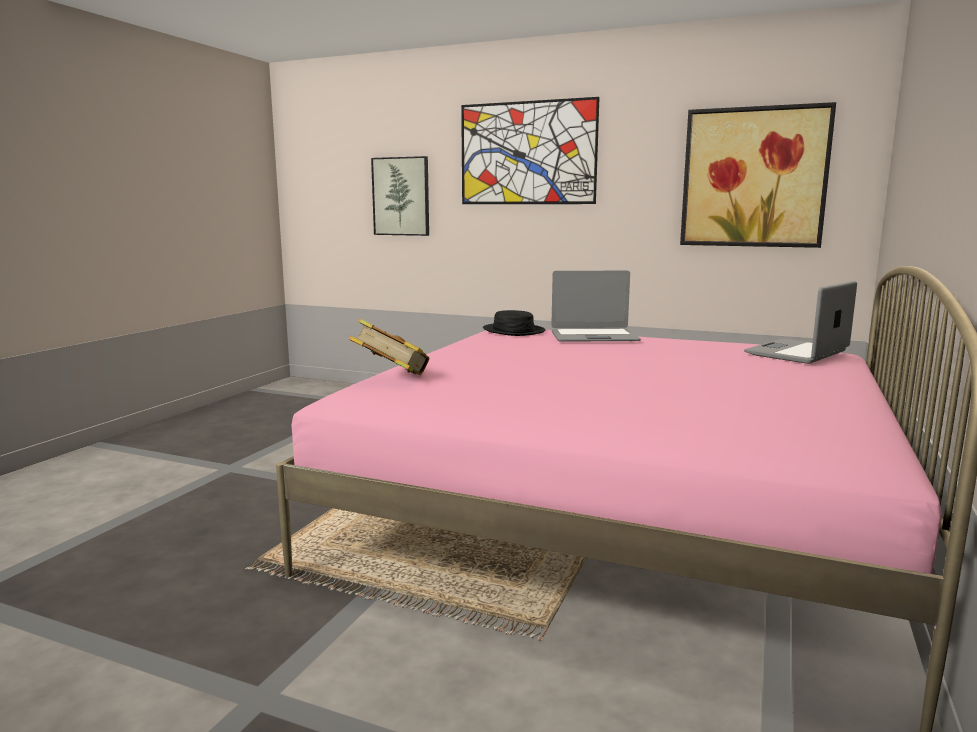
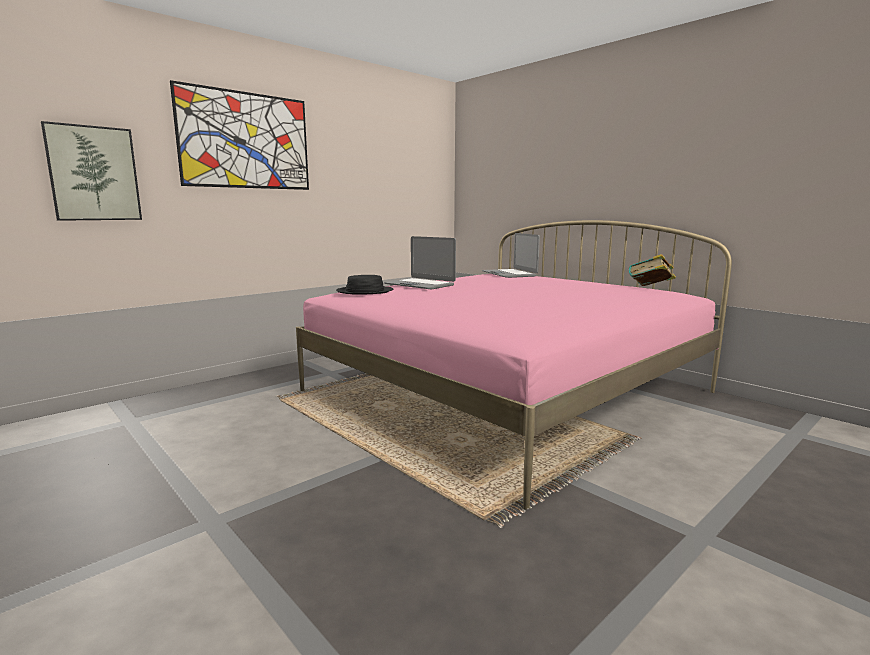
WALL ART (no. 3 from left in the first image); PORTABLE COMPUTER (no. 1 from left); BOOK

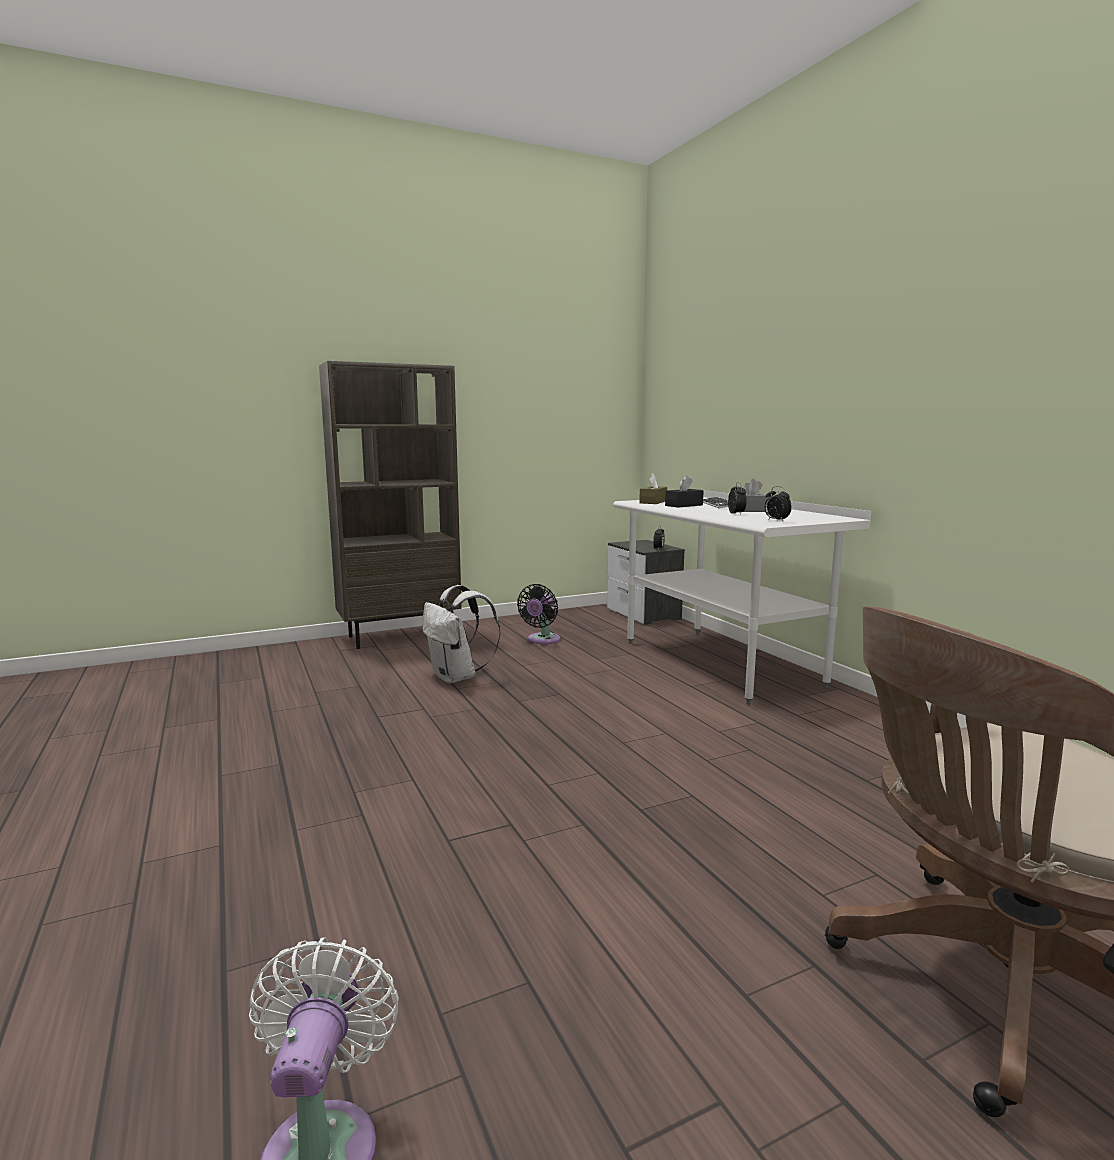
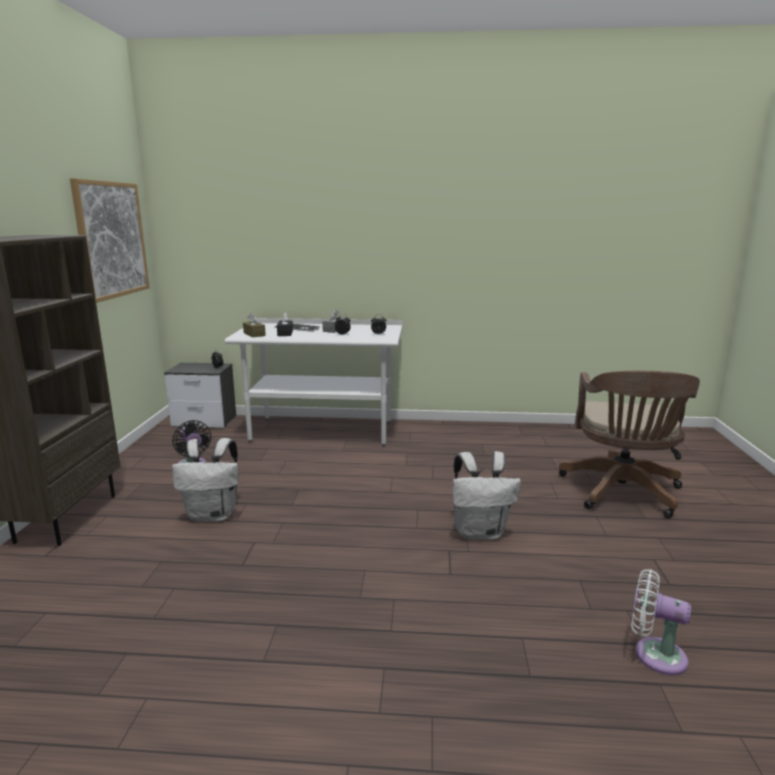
WALL ART; WHITE-COLOURED RUCKSACK (no. 2 from left)

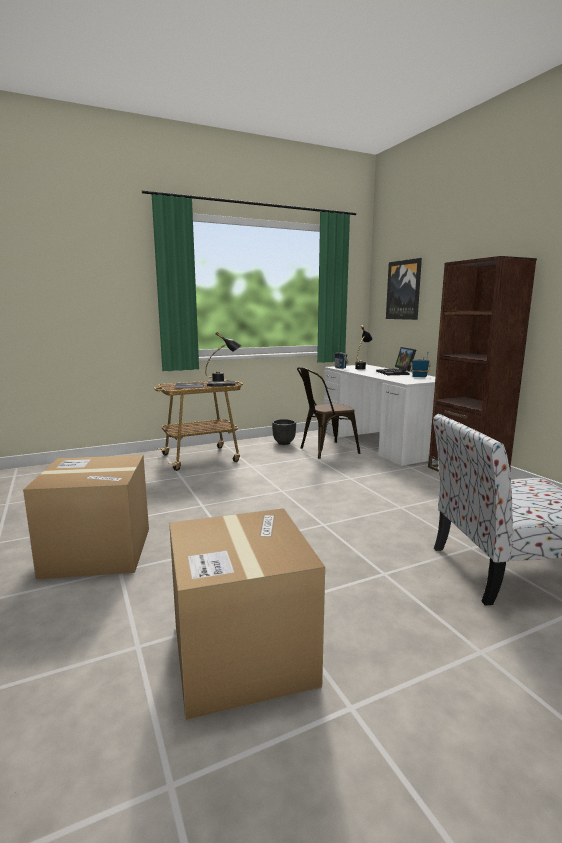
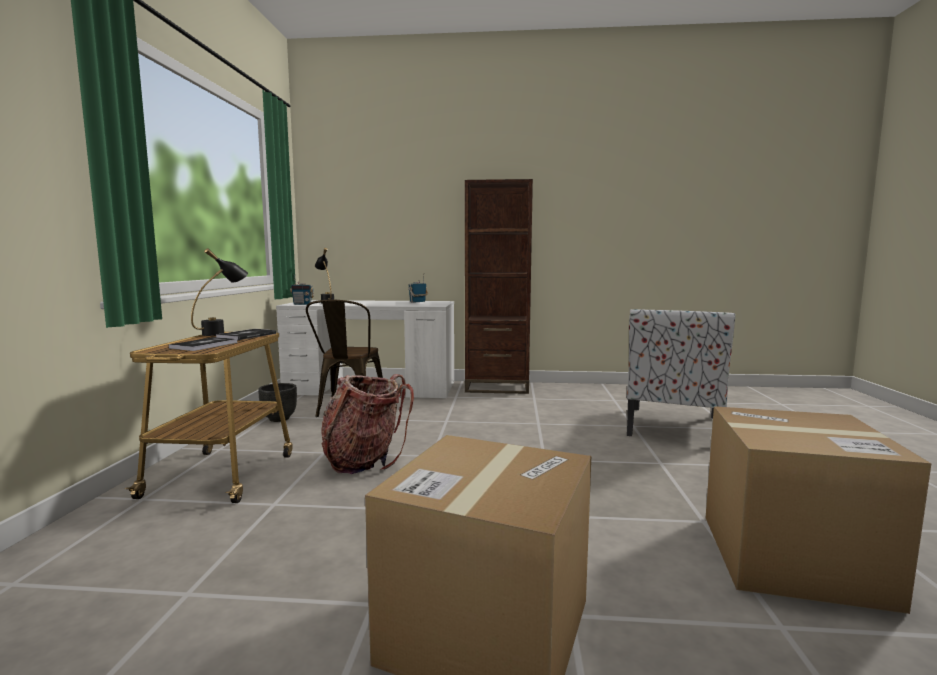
WALL ART; PORTABLE COMPUTER; RUCKSACK

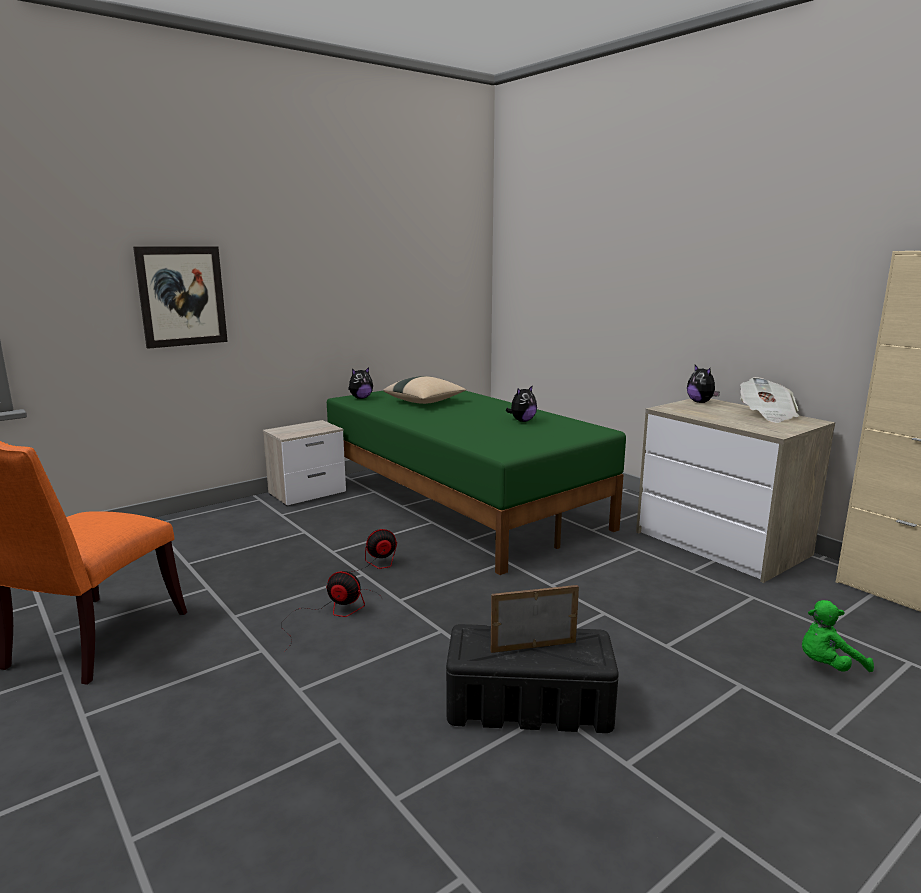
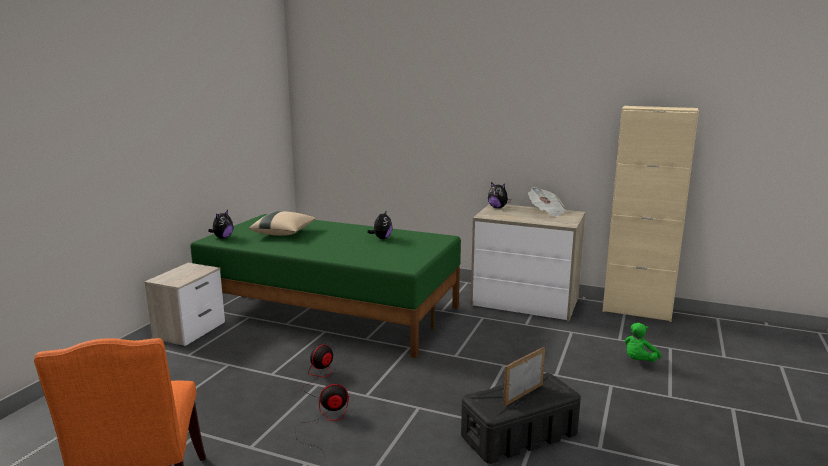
WALL ART

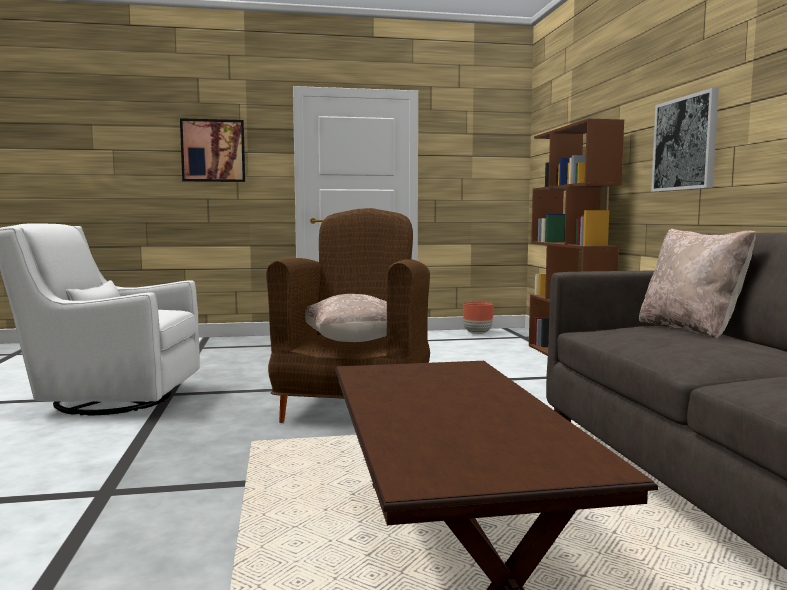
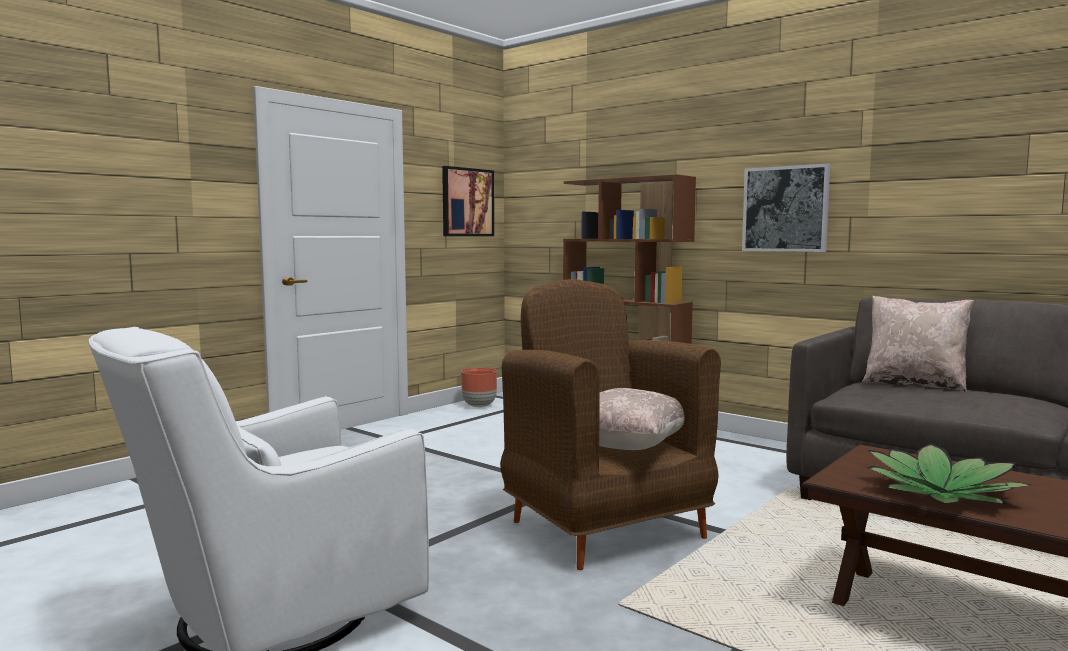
WALL ART (no. 1 from left); PLANT IN A POT

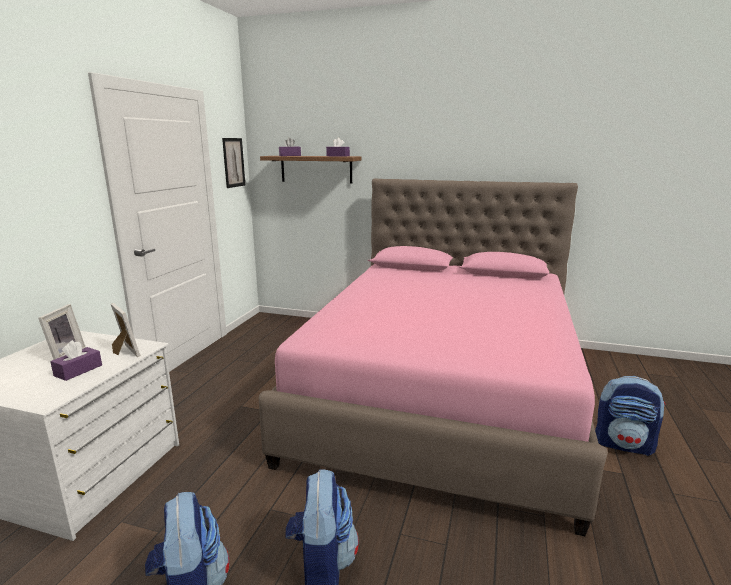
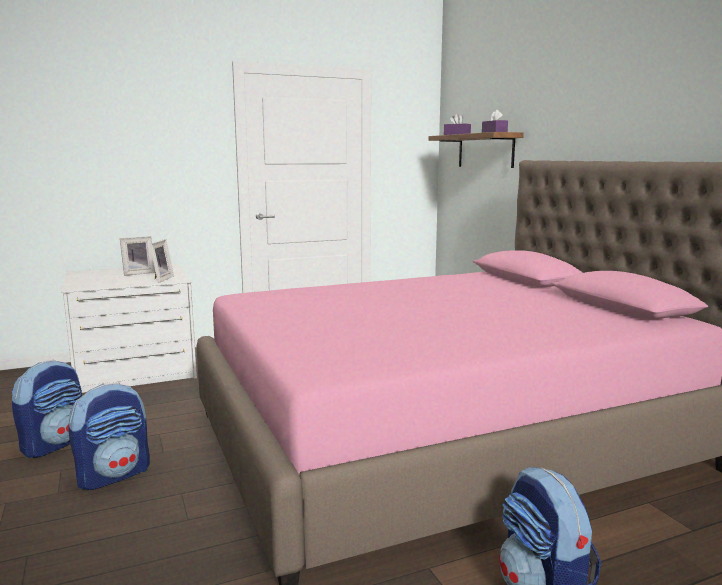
WALL ART; PURPLISH BOX OF TISSUES (no. 1 from left in the first image)

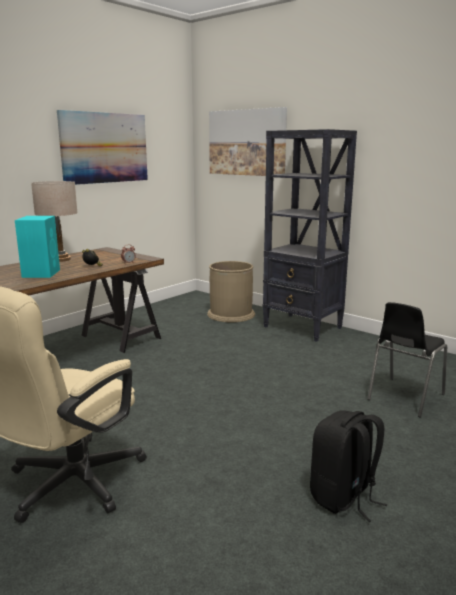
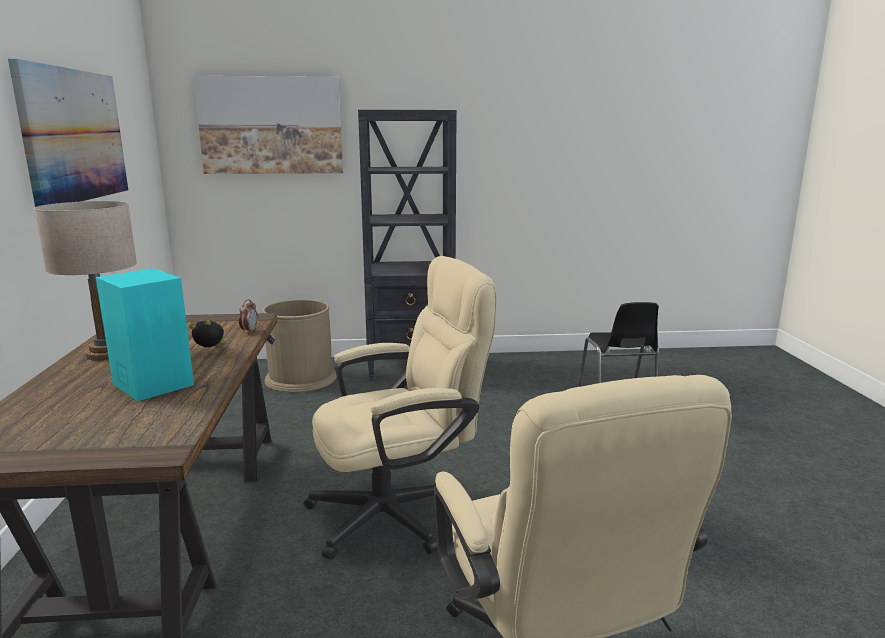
BLACKISH RUCKSACK; BEIGE OFFICE CHAIR (no. 1 from left)

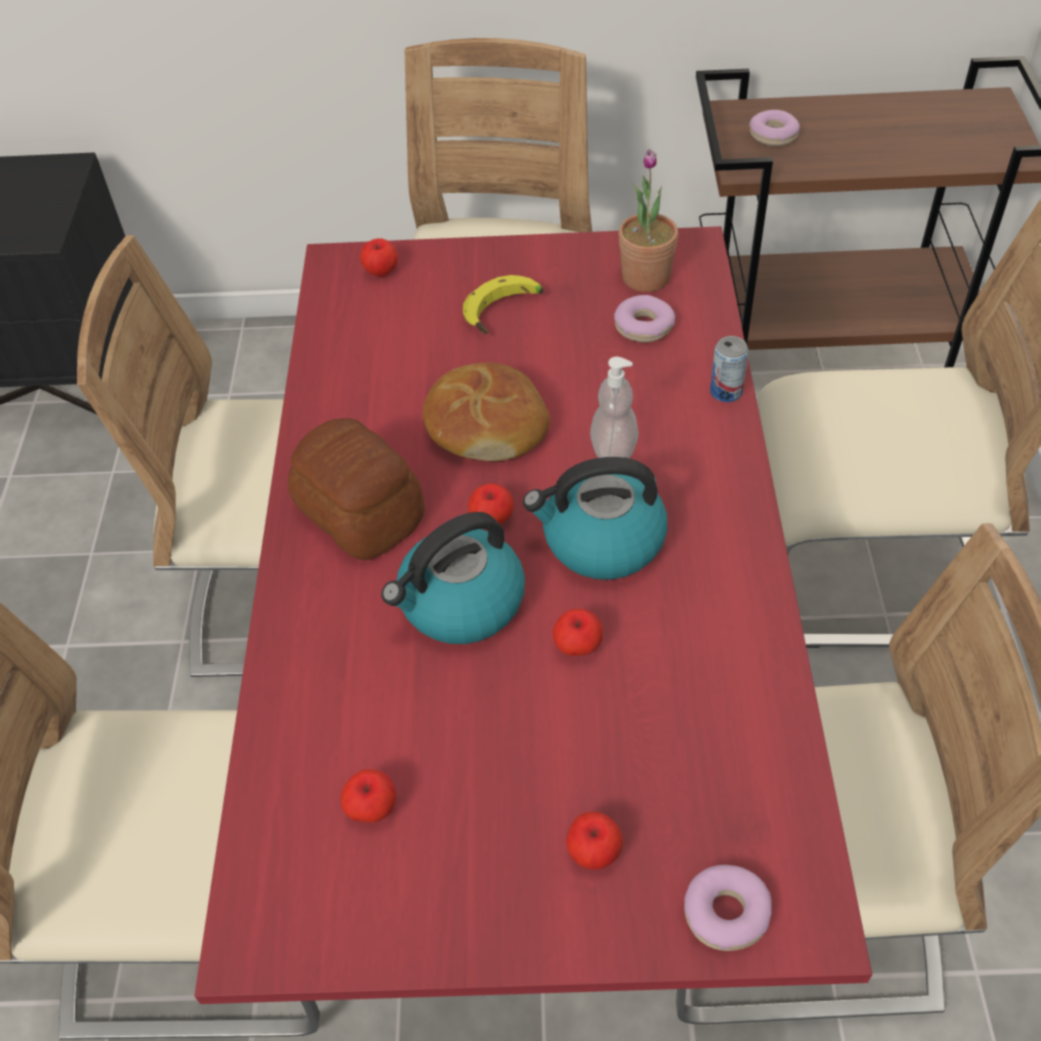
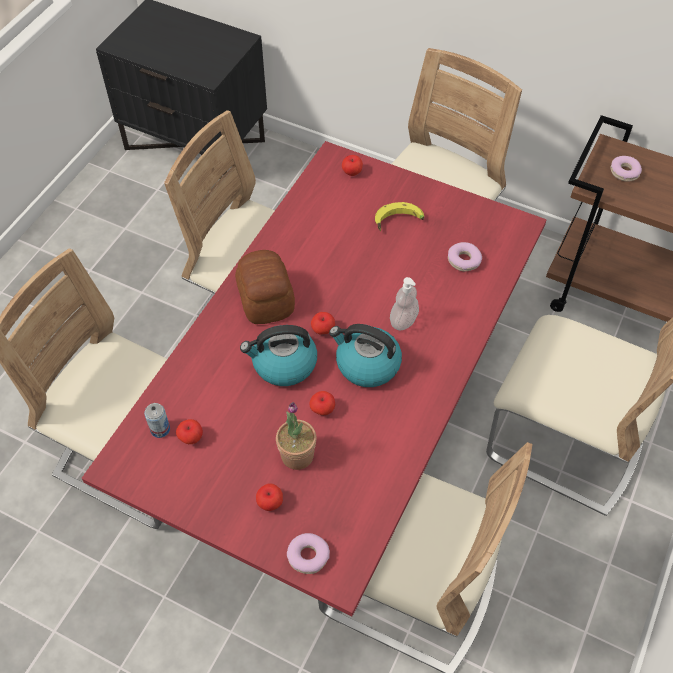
PLANT IN A POT; METAL CAN; BAKERY BREAD (no. 2 from left in the first image)

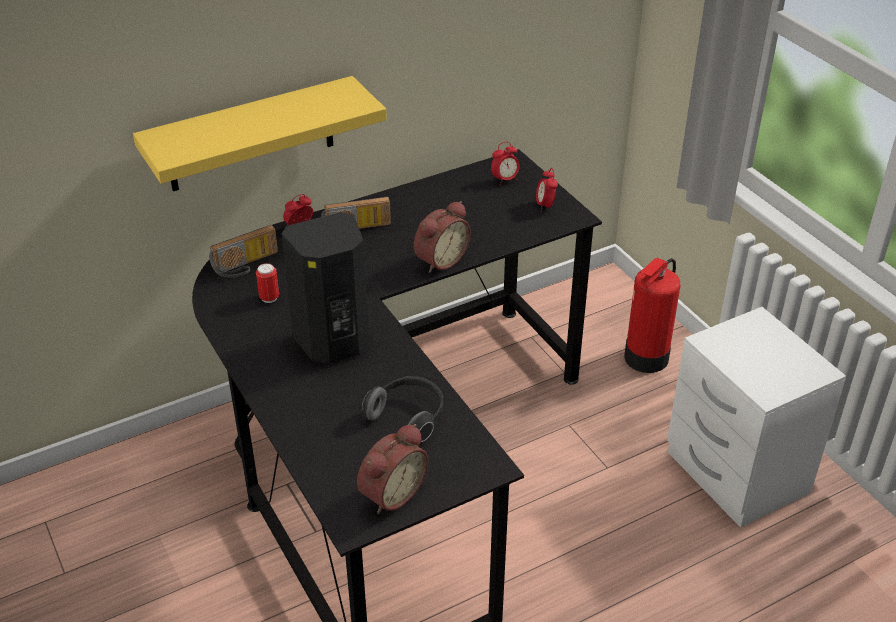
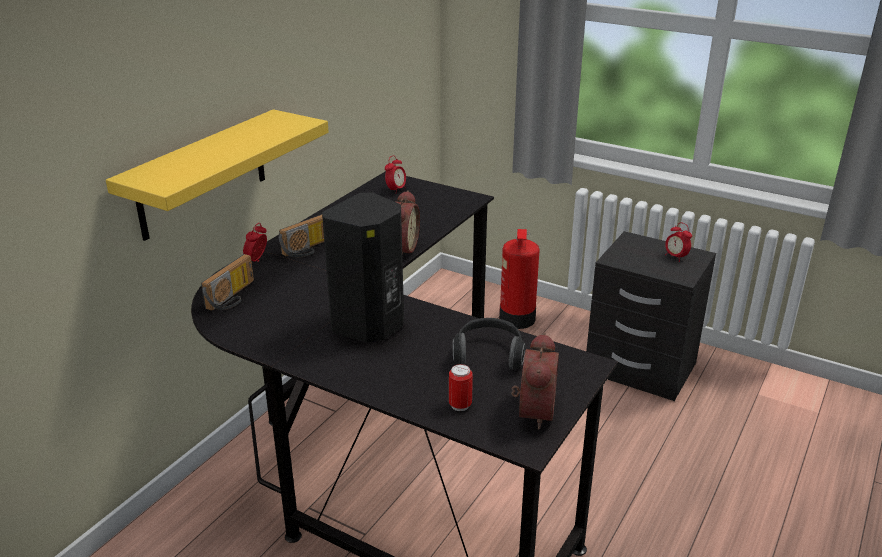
ALARM CLOCK (no. 5 from left); METAL CAN; BLACKISH NIGHT TABLE

